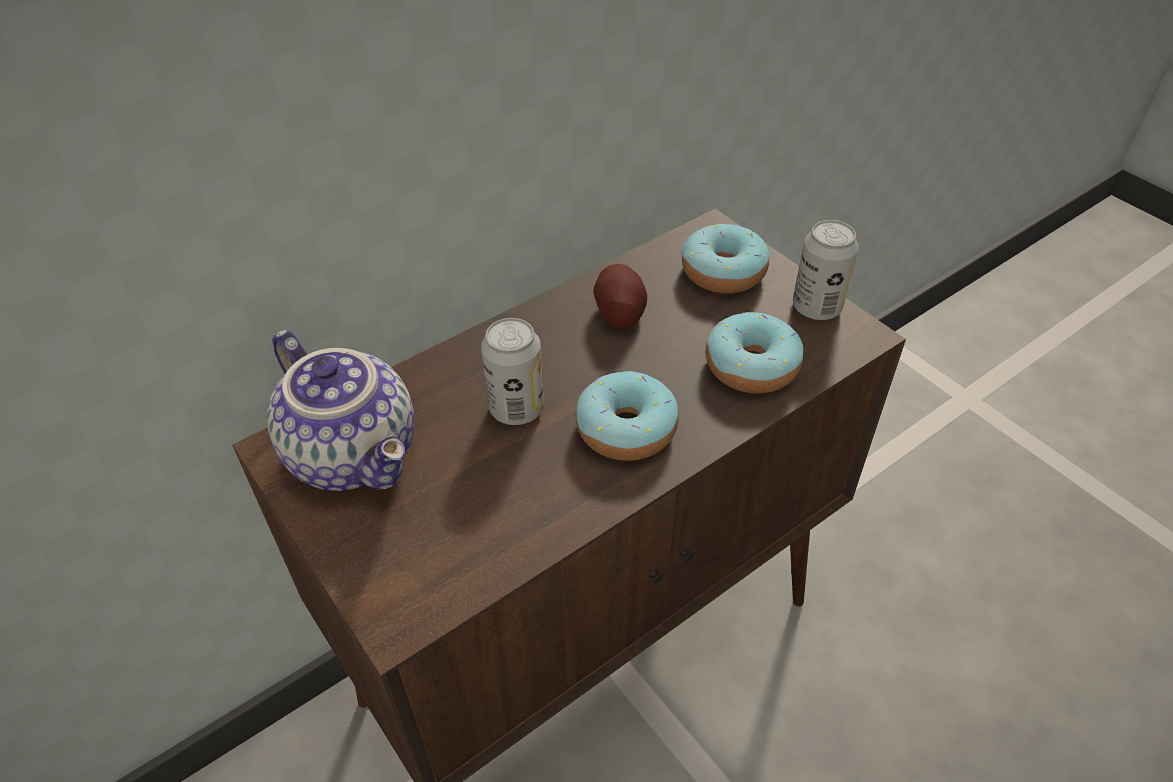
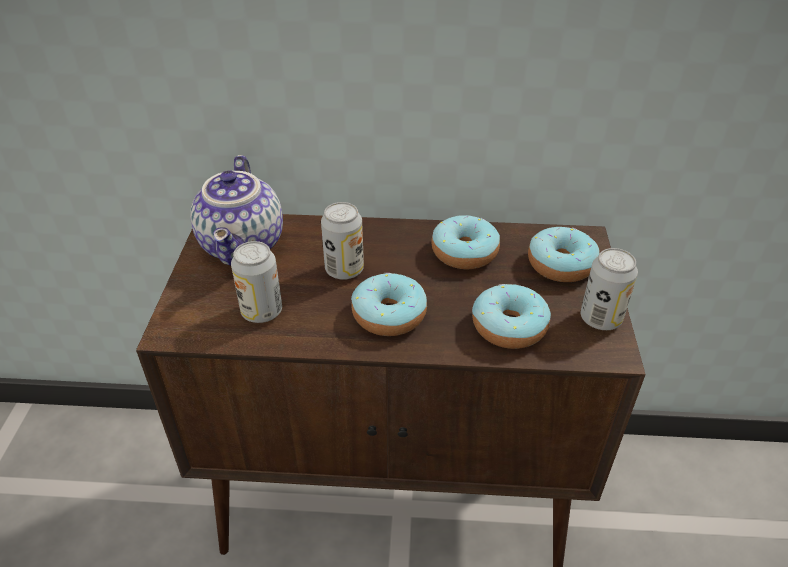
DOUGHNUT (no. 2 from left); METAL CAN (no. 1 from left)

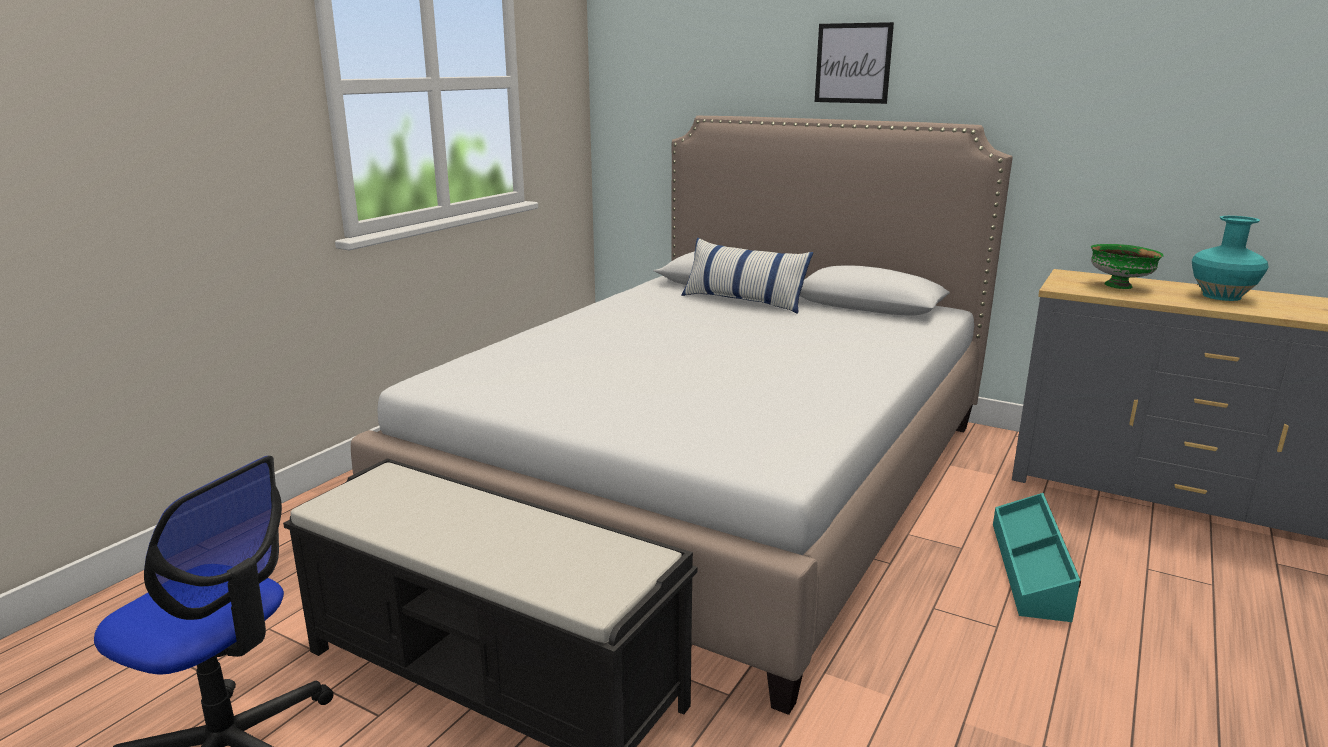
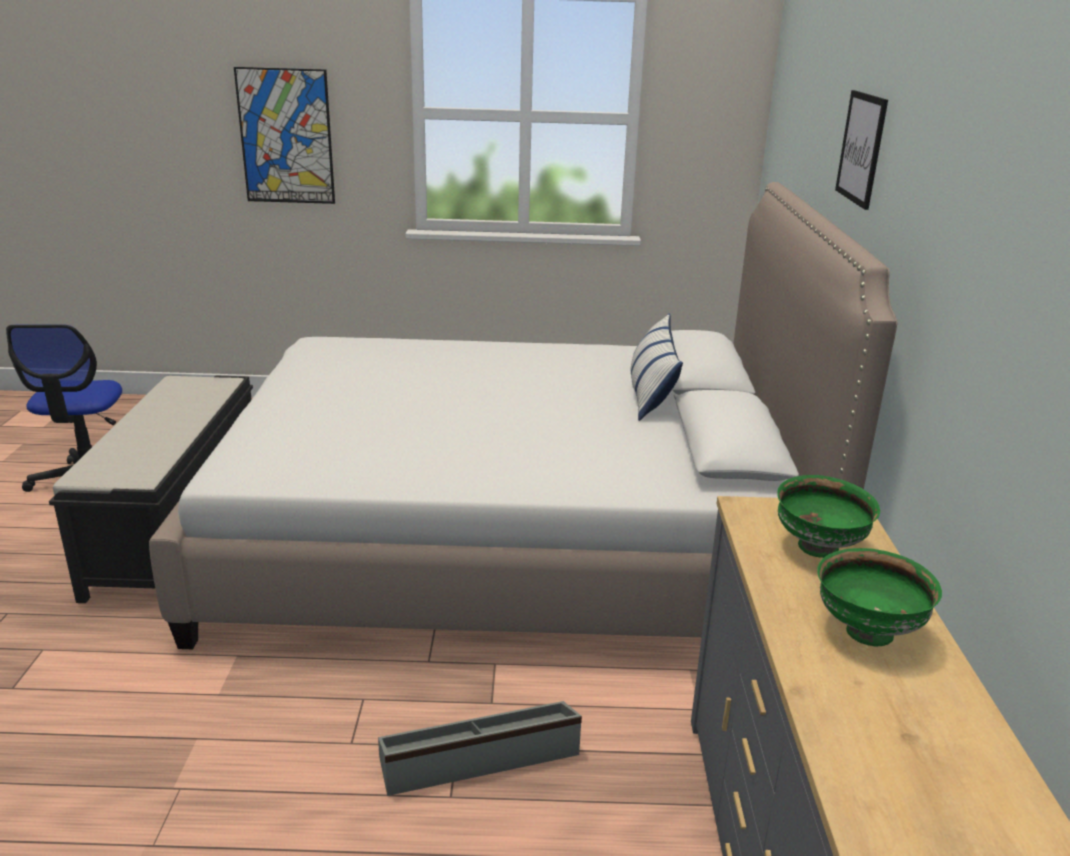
GREEN-COLOURED SERVING BOWL (no. 2 from left); GREYISH STORAGE CONTAINER; WALL ART (no. 1 from left)

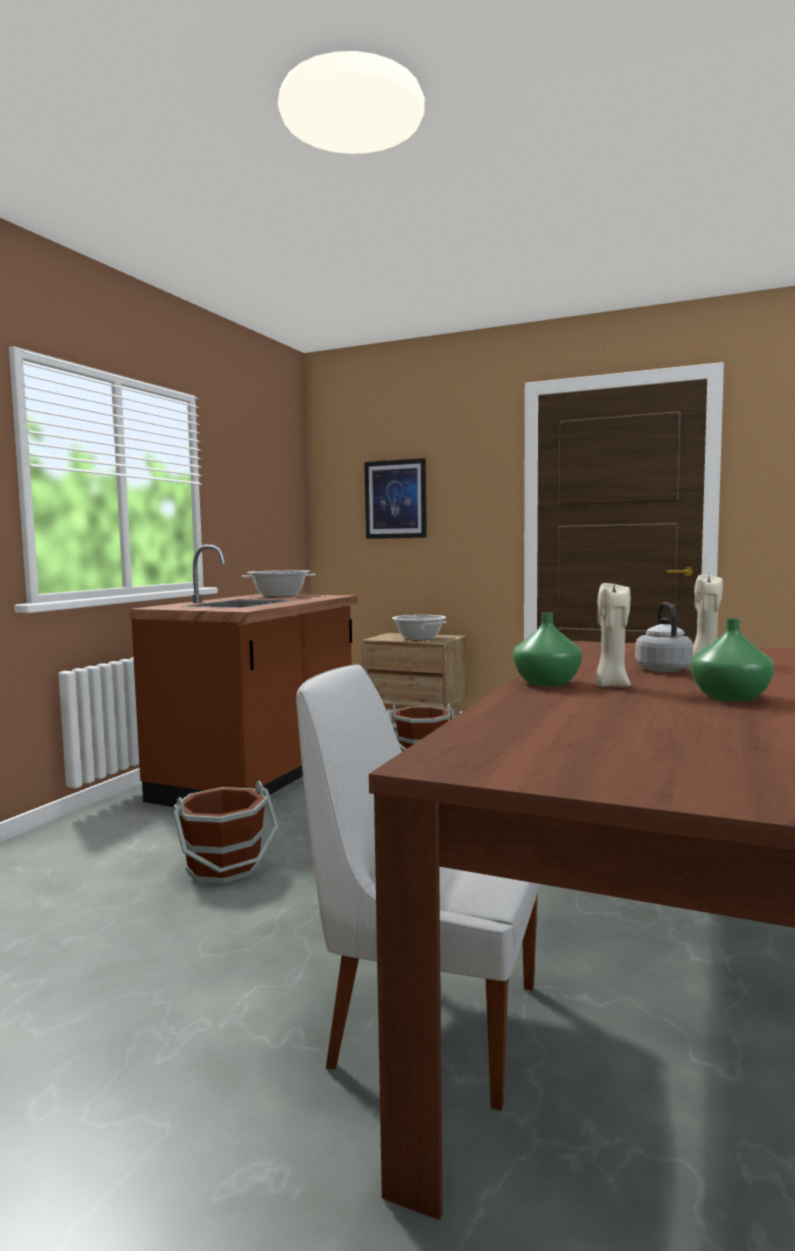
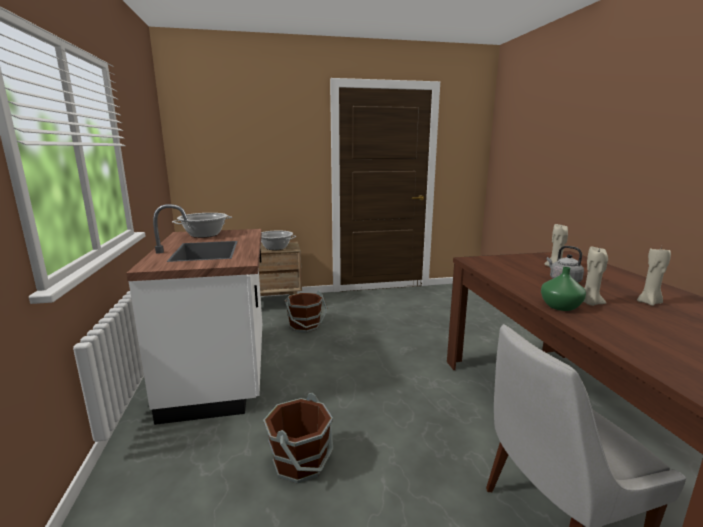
WALL ART; WHITE-COLOURED KITCHEN BASE UNIT; BEIGE WAX CANDLE (no. 3 from left)

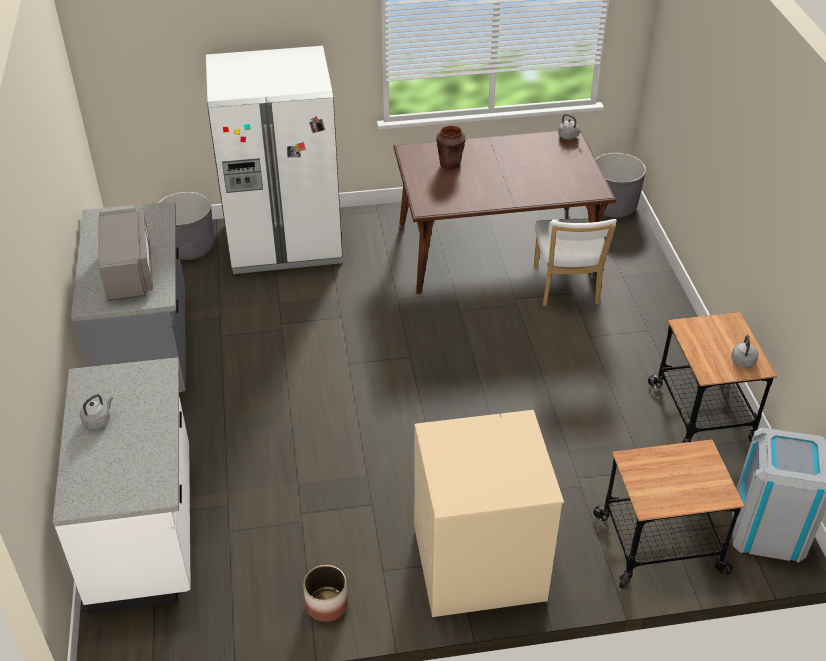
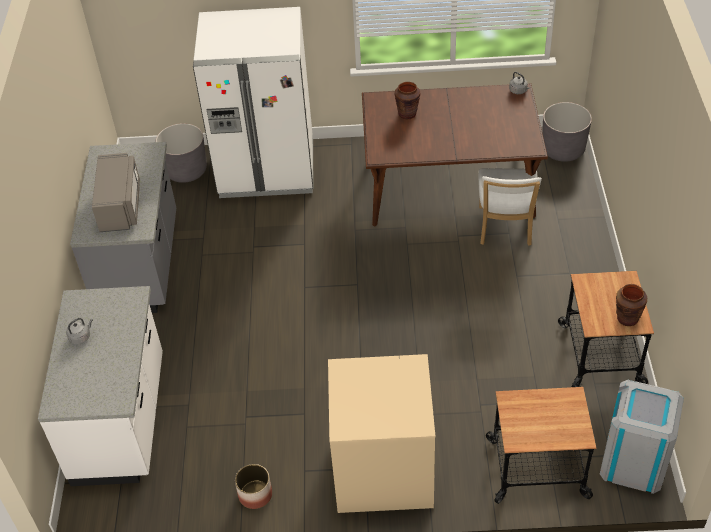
BROWN-COLOURED VASE (no. 2 from left)

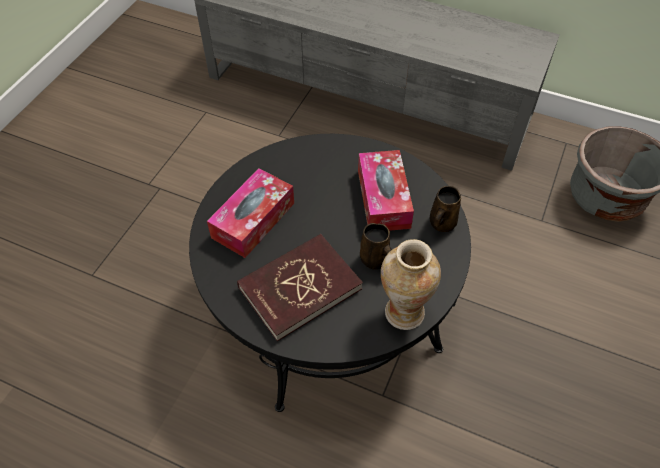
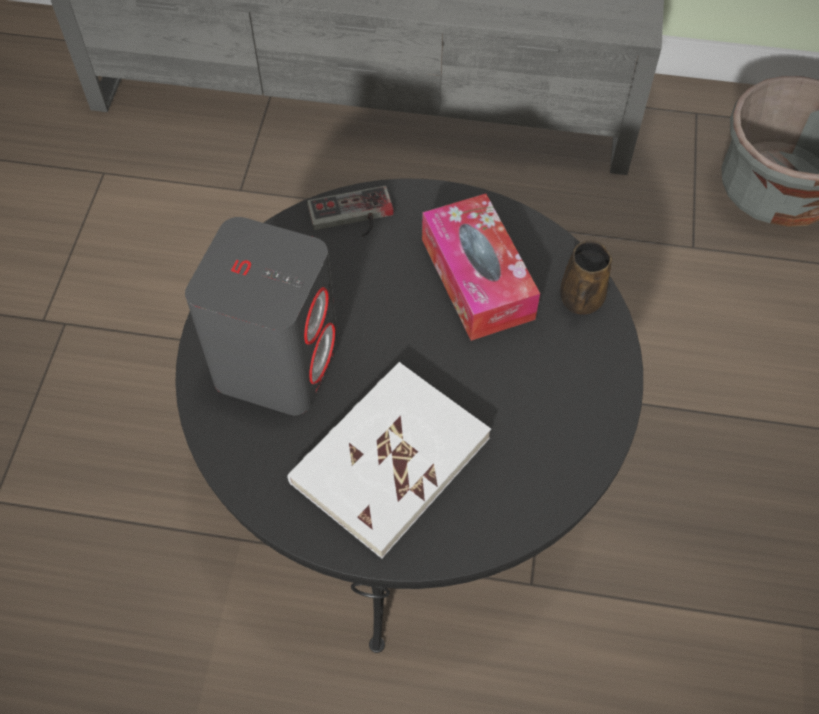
GREYISH LOUDSPEAKER; BROWN-COLOURED TEA MUG (no. 1 from left in the first image); WHITE-COLOURED BOOK; VASE; GAMEPAD

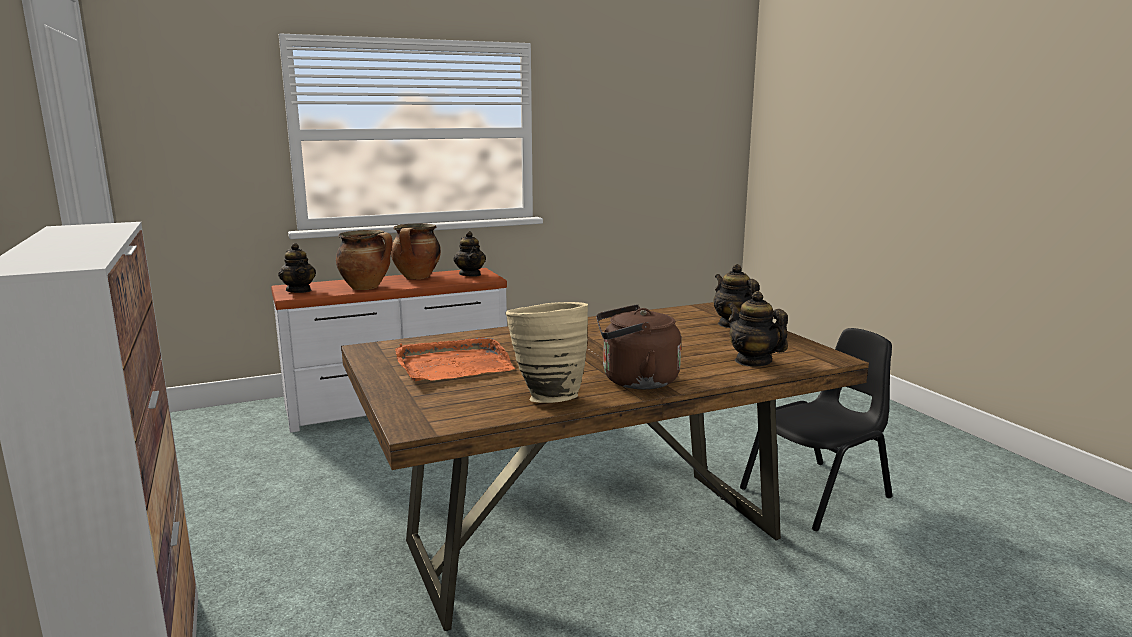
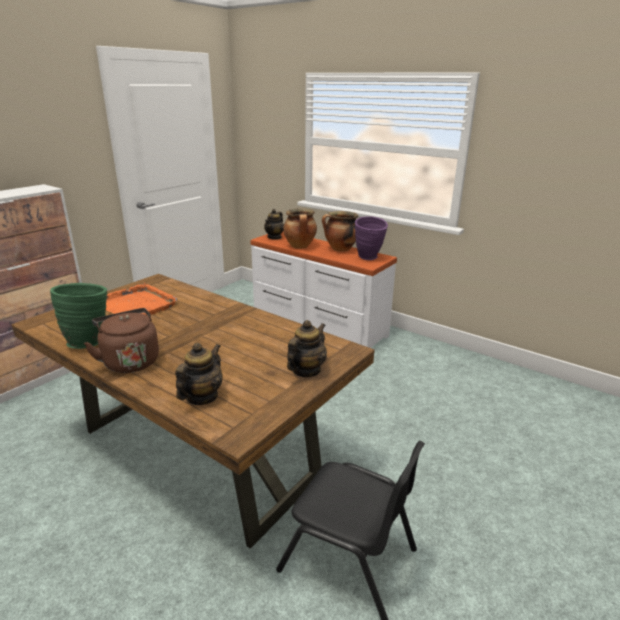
PURPLISH VASE; GREEN-COLOURED VASE

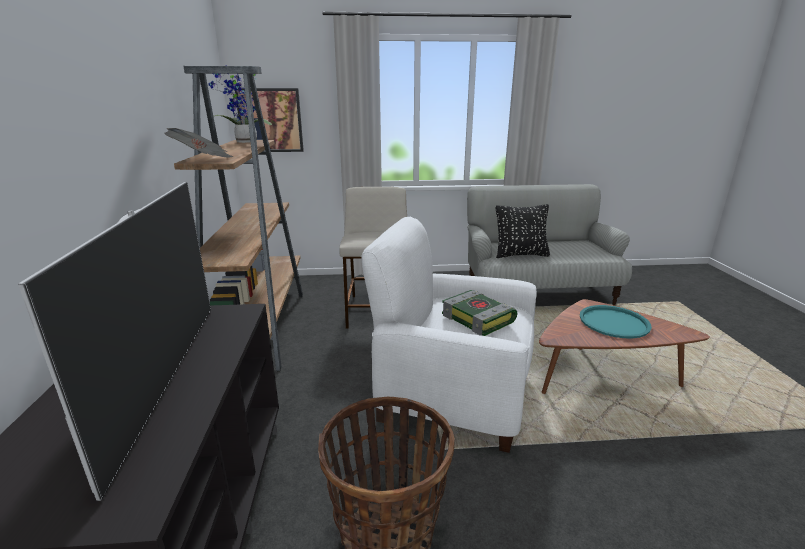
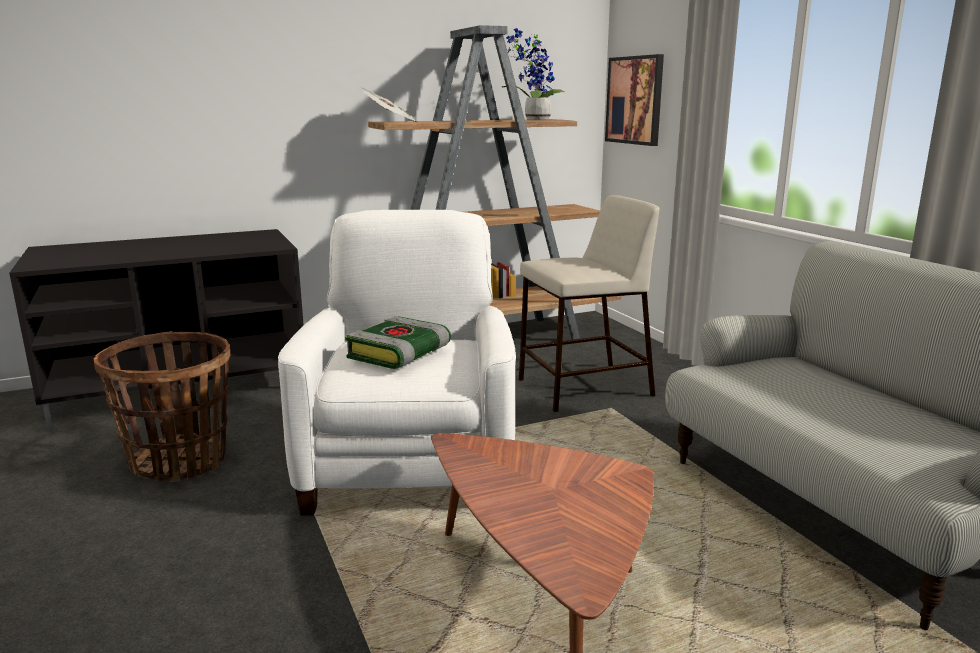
TELEVISION; BLACKISH CUSHION; BLUE-GREEN TRAY

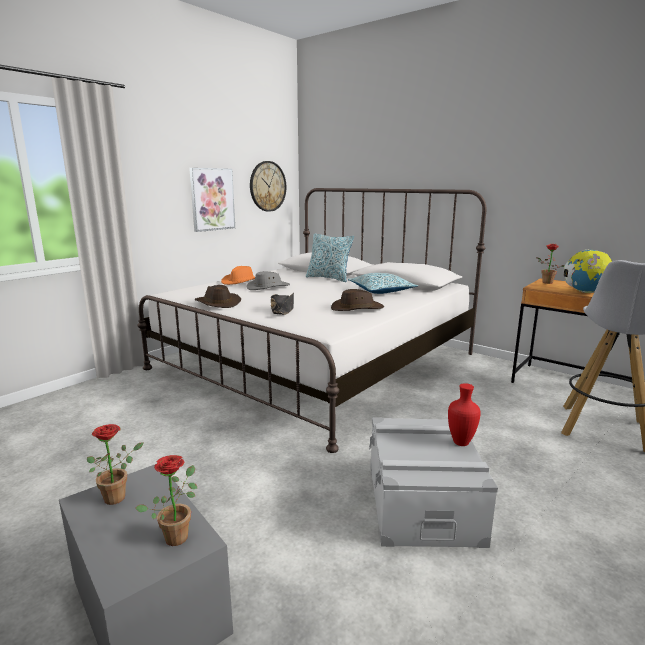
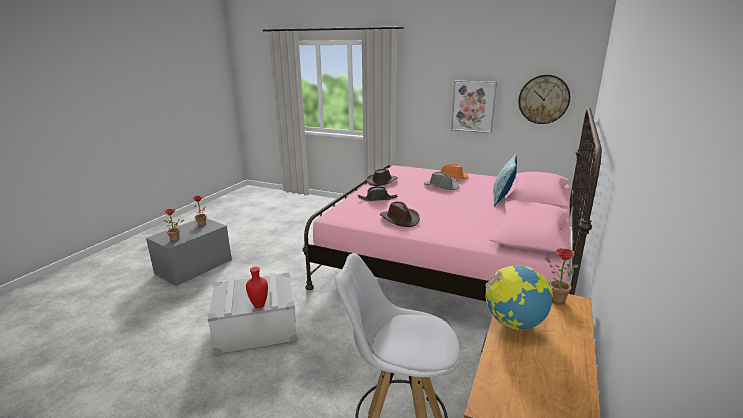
PINKISH BED; CUSHION (no. 2 from left in the first image)

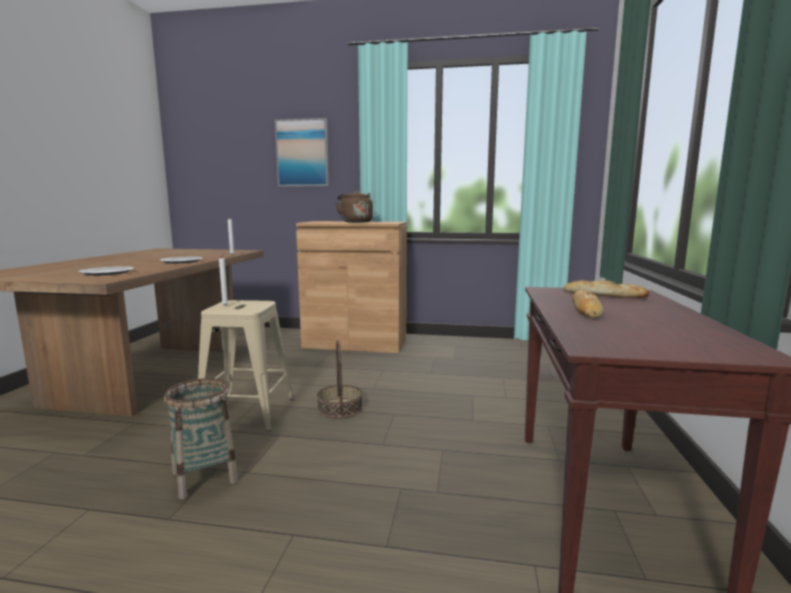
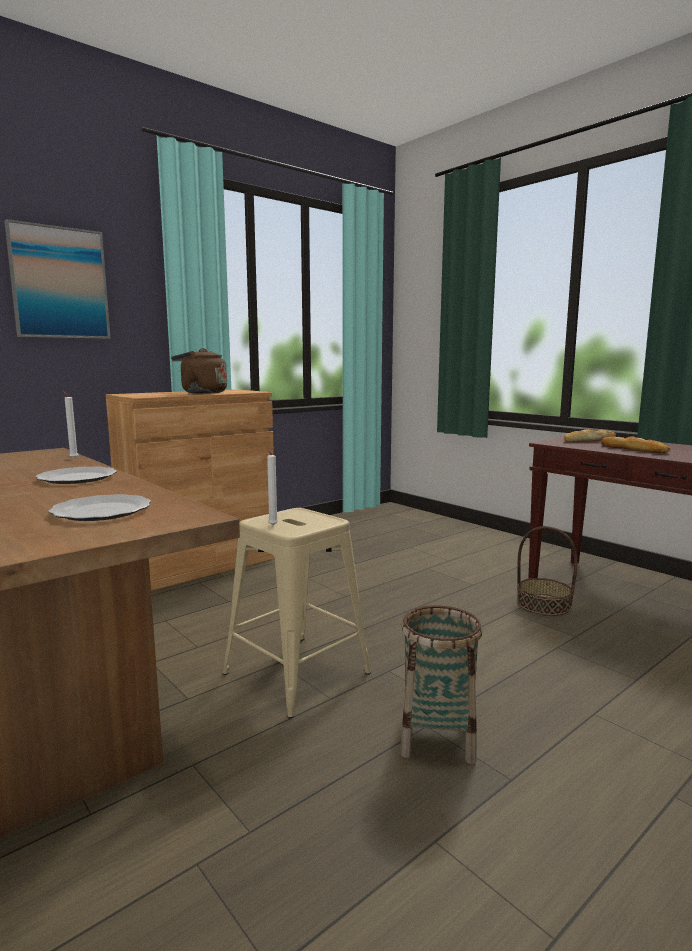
STORAGE BASKET (no. 2 from left)

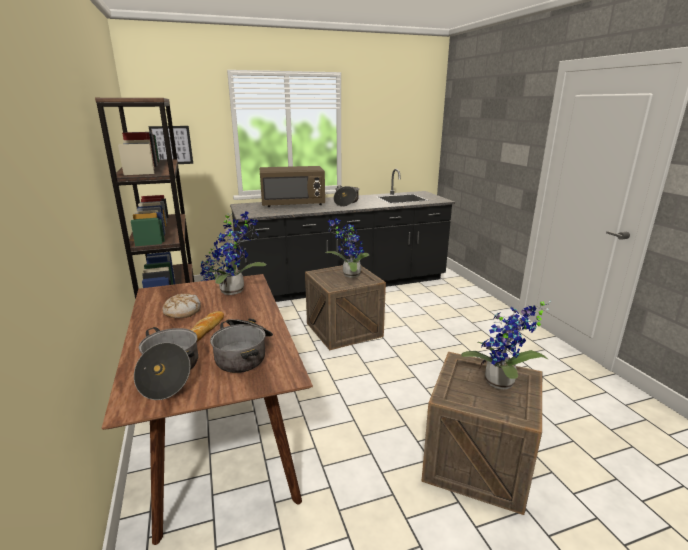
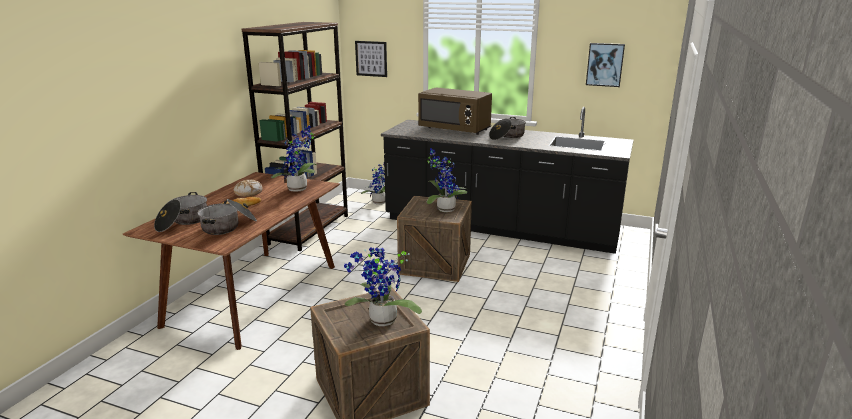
WALL ART (no. 2 from left)

